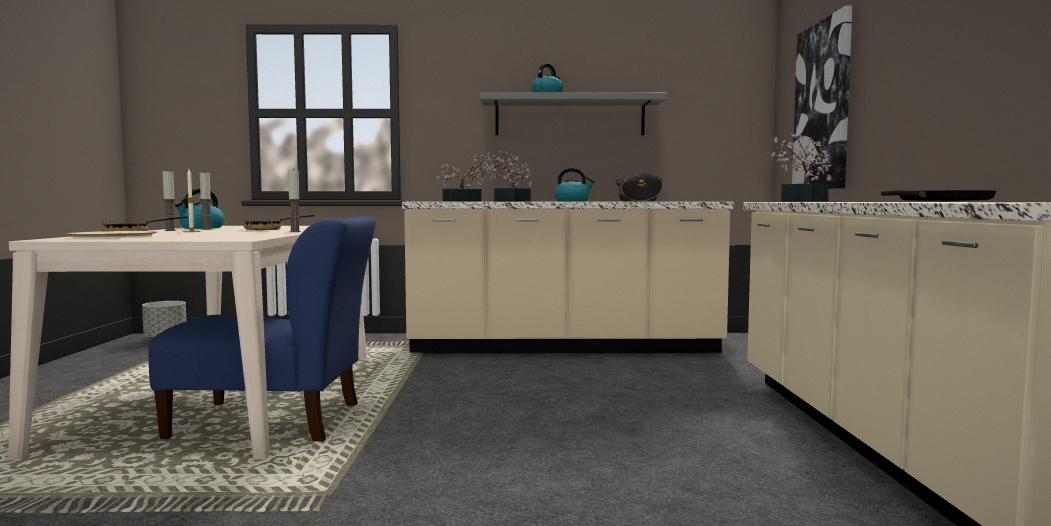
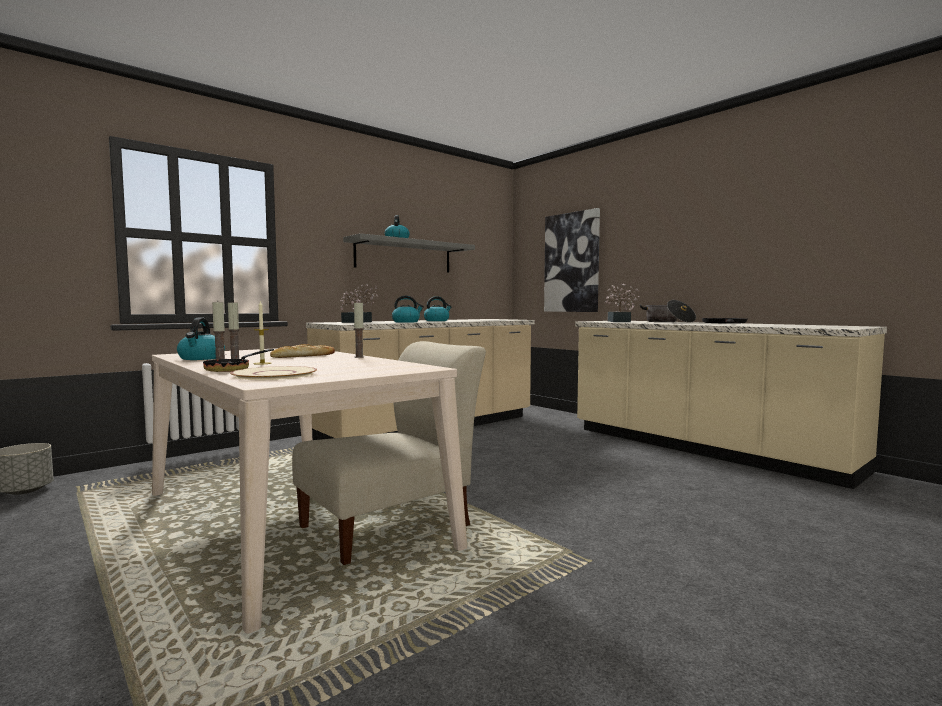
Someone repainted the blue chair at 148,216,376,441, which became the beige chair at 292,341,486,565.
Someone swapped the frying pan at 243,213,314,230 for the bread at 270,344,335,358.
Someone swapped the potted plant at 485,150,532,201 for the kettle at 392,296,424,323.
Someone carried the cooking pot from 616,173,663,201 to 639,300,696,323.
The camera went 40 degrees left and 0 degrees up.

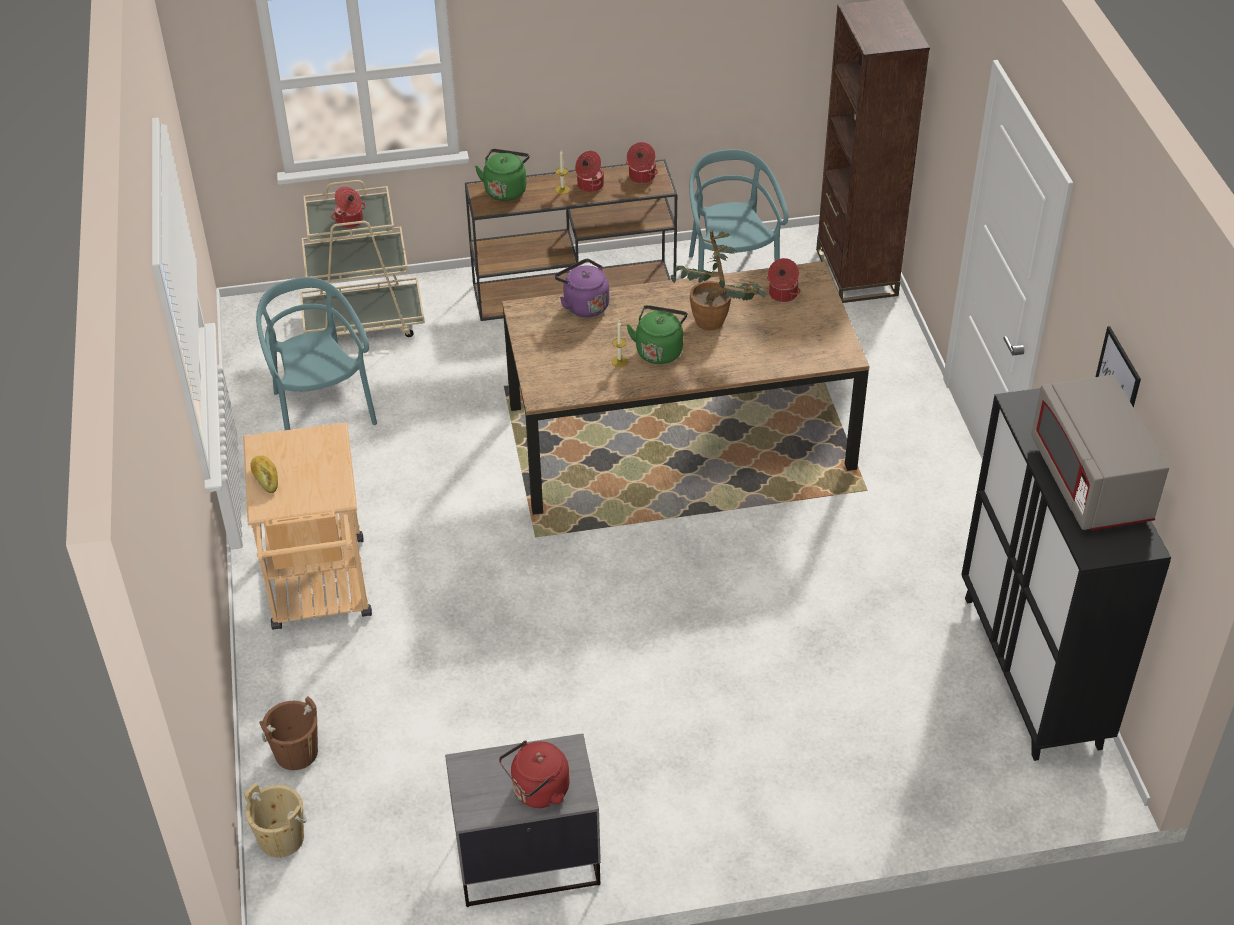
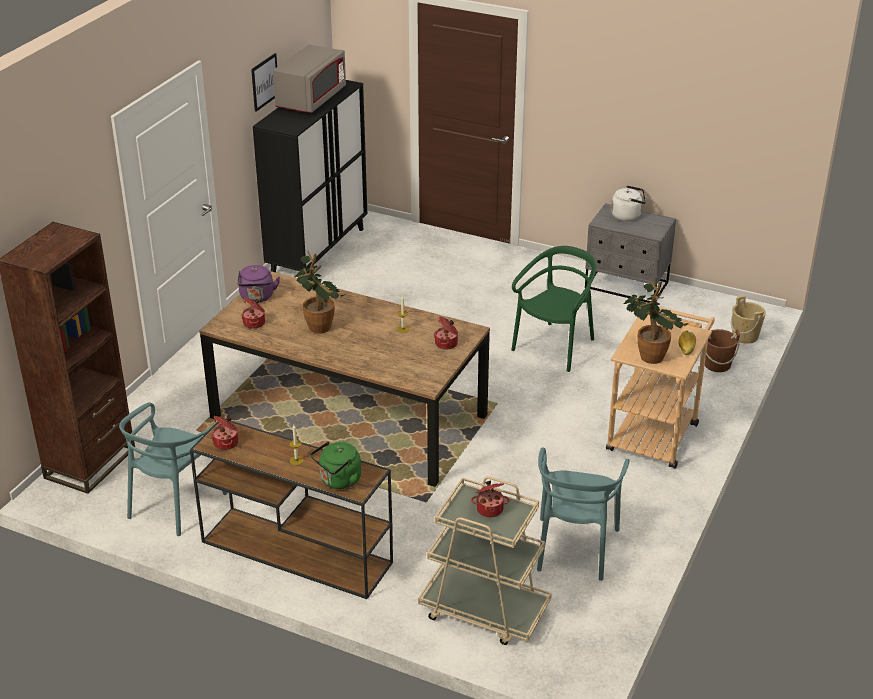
Someone repainted the red kettle at 499,740,569,808, which became the white kettle at 611,185,646,221.
Someone carried the purple kettle from 555,259,609,317 to 237,265,280,302.
Someone carried the cooking pot from 575,151,604,192 to 434,317,458,349.
Someone took away the green kettle at 626,305,687,364.
Someone put down the green chair at 511,246,596,372.
Someone put down the potted plant at 624,279,689,364.
The camera went 145 degrees left and 10 degrees down.

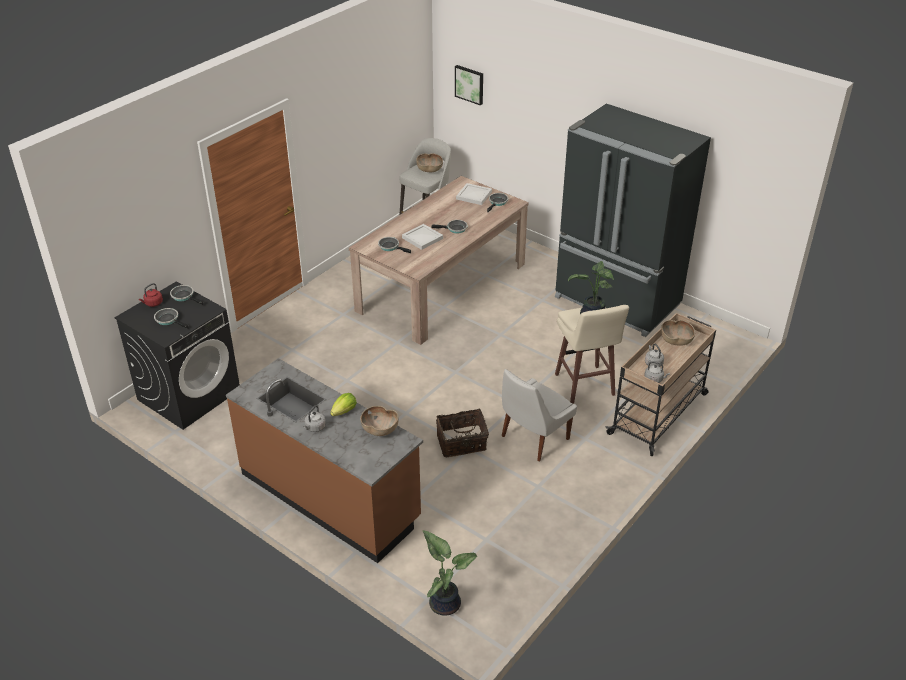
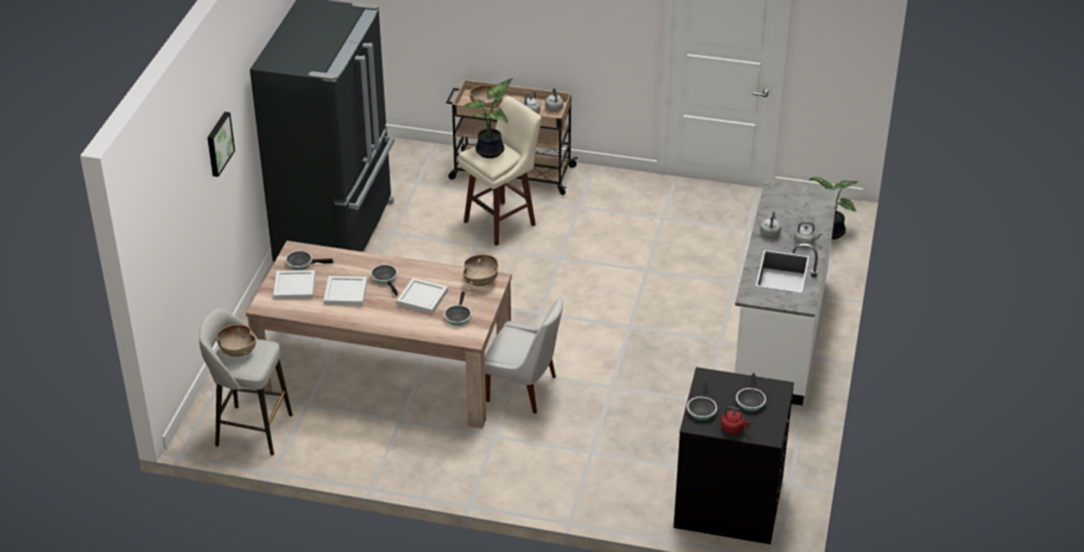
Someone repainted the brown counter at 226,358,423,563, which became the white counter at 735,180,838,405.
Someone swapped the lettuce at 330,393,357,416 for the grey kettle at 760,211,781,238.
Someone carried the brown bowl from 360,406,399,436 to 463,254,498,286.
Someone took away the basket at 436,409,489,457.
Someone carried the picture from 455,65,483,105 to 207,112,235,177.
Someone carried the white chair from 502,369,577,462 to 485,297,563,414.
Someone put down the white tray at 324,276,367,306.
The camera went 115 degrees left and 0 degrees up.

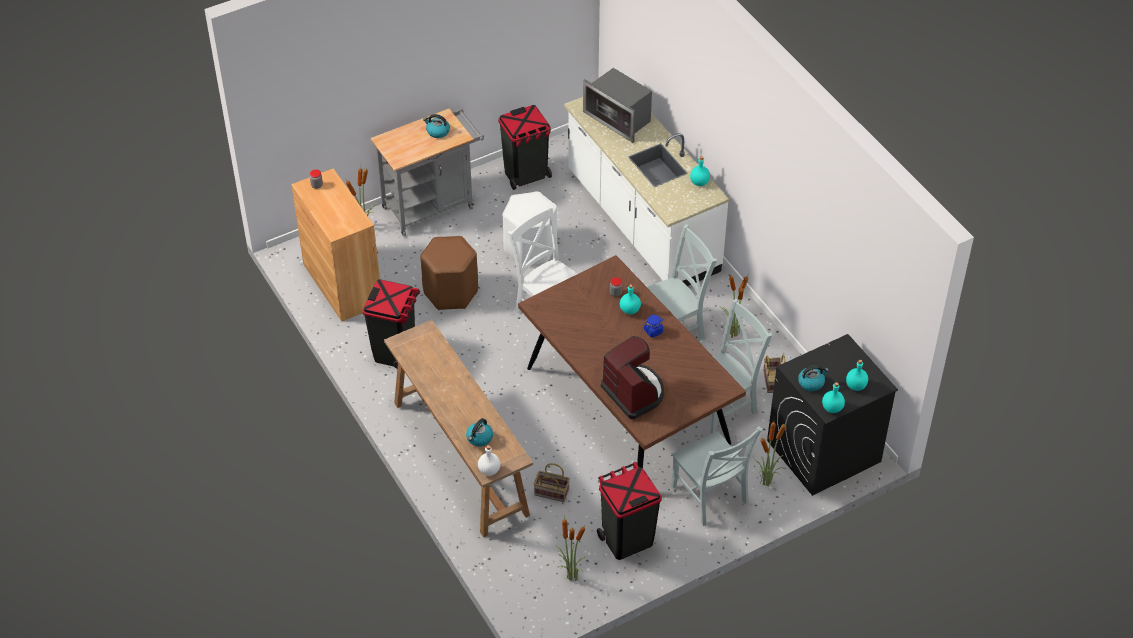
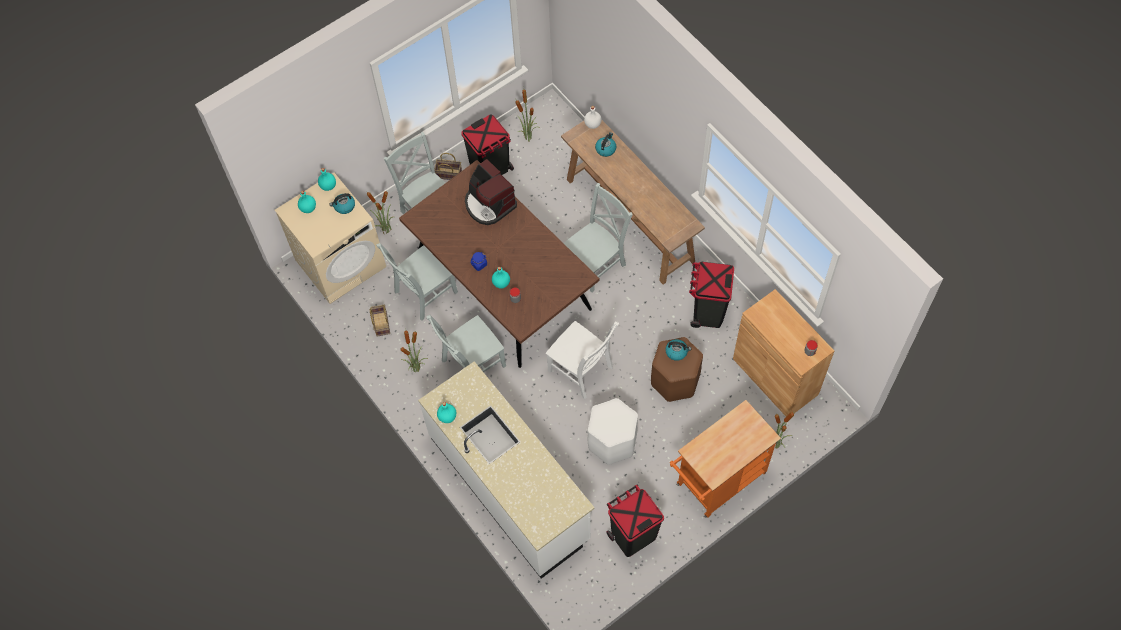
Someone repainted the grey cart at 371,108,484,236, which became the orange cart at 670,400,781,518.
Someone carried the kettle from 423,114,450,138 to 666,339,692,361.
Someone carried the basket from 534,463,570,502 to 434,153,462,180.
Someone took away the microwave at 583,68,652,143.
Someone repainted the black washing machine at 767,334,898,496, which became the beige washing machine at 275,173,386,304.
Someone put down the grey chair at 564,183,633,292.
The camera went 175 degrees right and 15 degrees up.

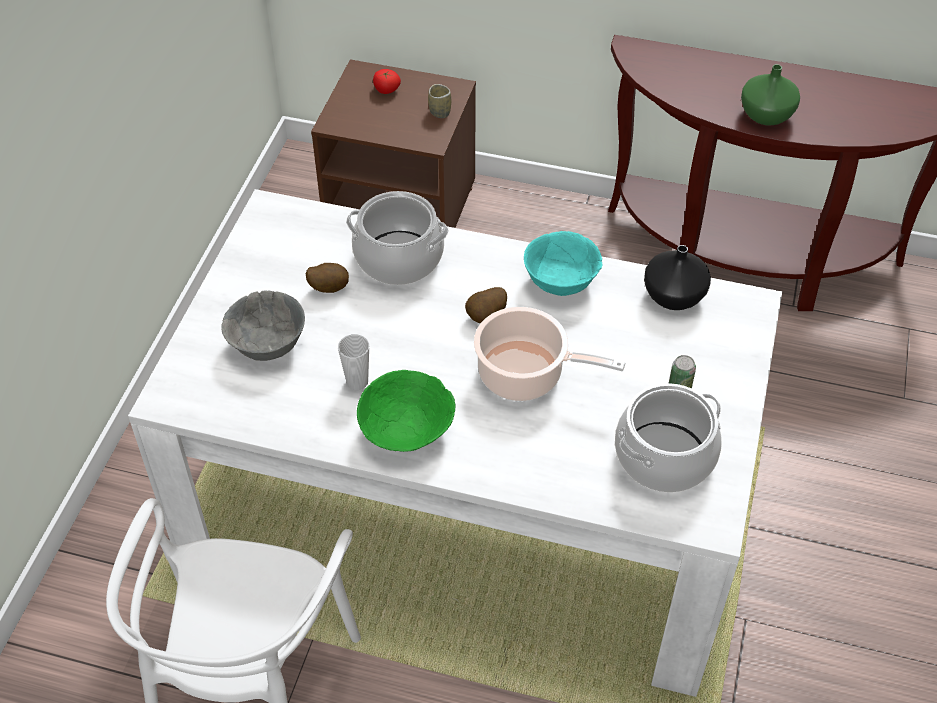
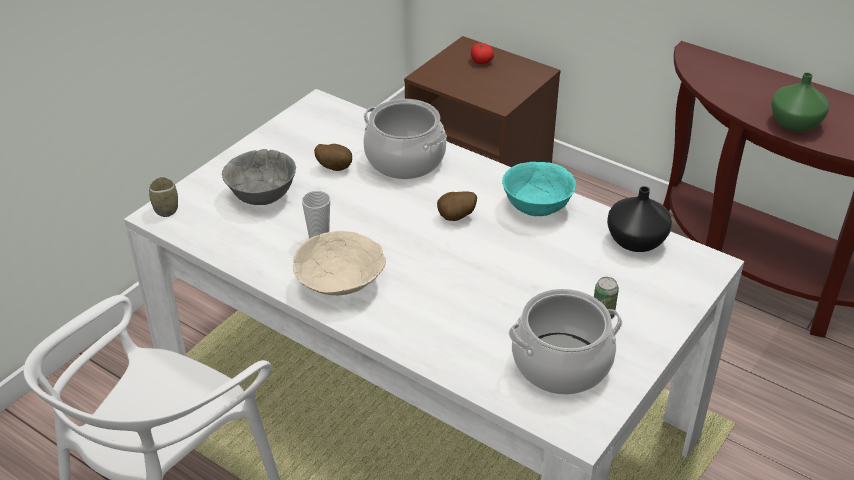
Someone repainted the green bowl at 357,370,455,452, which became the beige bowl at 293,231,386,295.
Someone carried the cup from 428,84,451,118 to 149,176,178,217.
Someone took away the cooking pot at 474,307,625,401.
The camera went 20 degrees right and 10 degrees down.

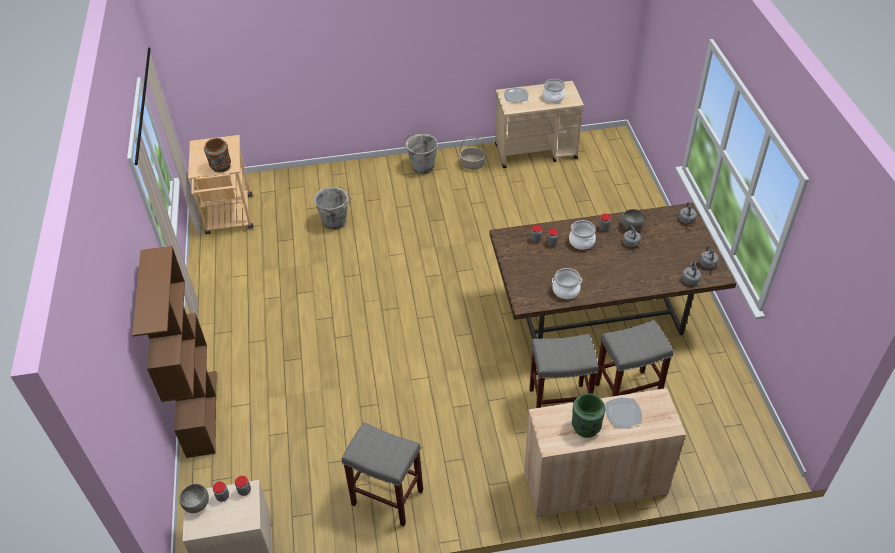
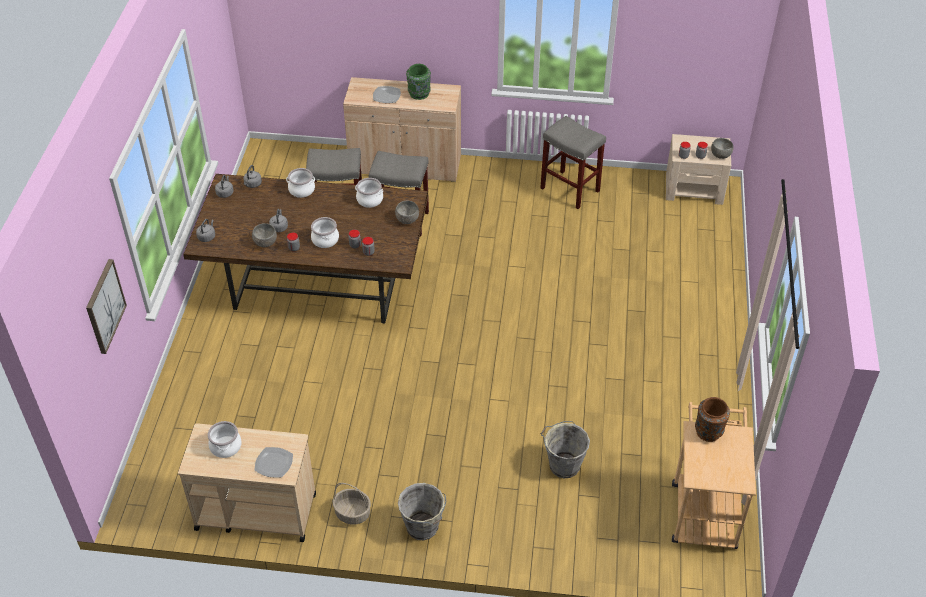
Someone took away the brown bookcase at 132,246,217,458.
Someone put up the picture at 86,259,127,354.
Someone put down the cooking pot at 286,168,315,198.
Someone put down the grey bowl at 395,201,419,224.
The camera went 165 degrees left and 0 degrees up.

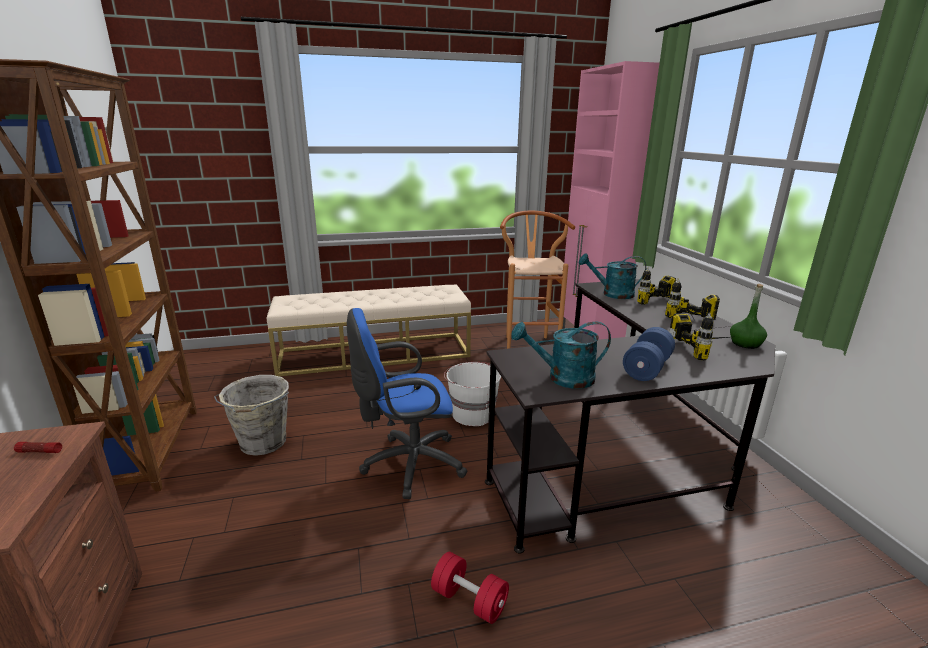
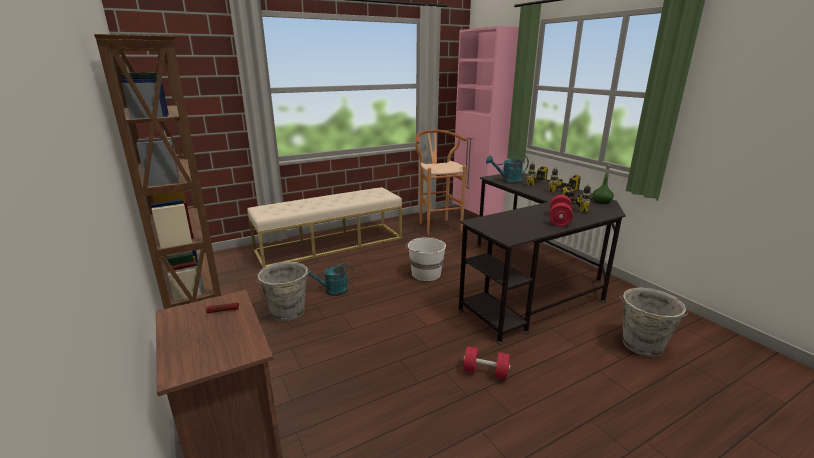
Someone took away the blue office chair at 347,308,467,499.
Someone carried the turquoise watering can from 511,322,611,389 to 306,262,353,296.
Someone repainted the blue dumbbell at 623,327,675,381, which became the red dumbbell at 549,195,573,226.
Someone put down the grey bucket at 620,287,688,357.
The camera went 15 degrees left and 0 degrees up.

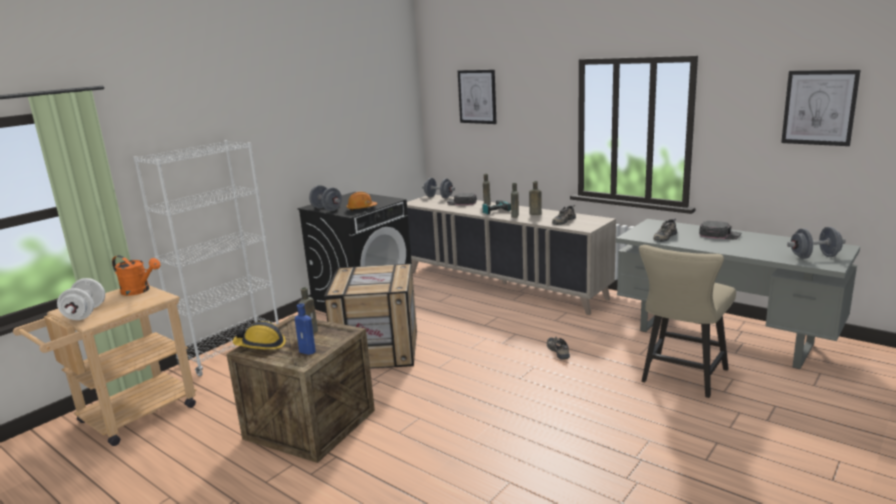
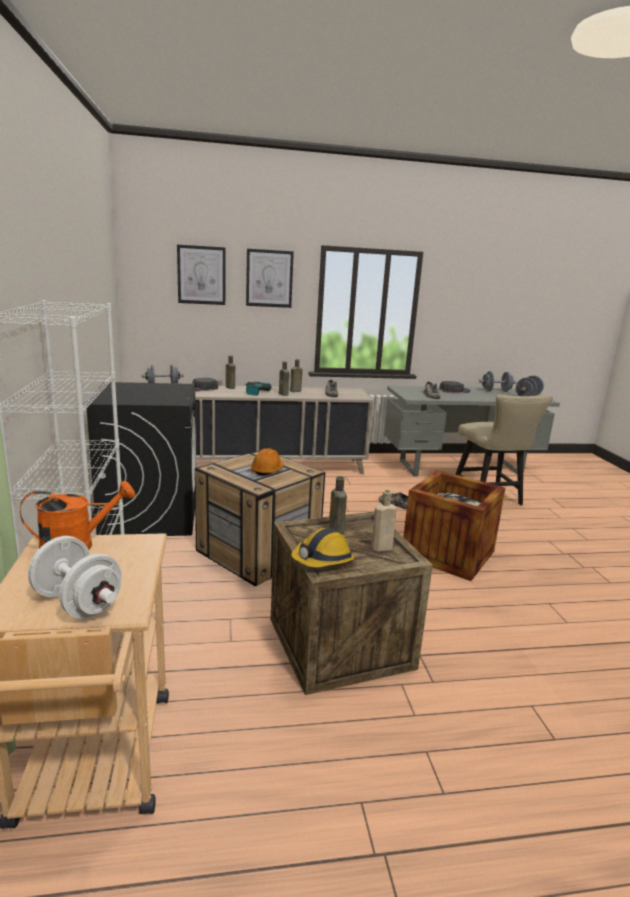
Someone repainted the blue bottle at 295,303,316,355, which became the beige bottle at 371,490,397,552.
Someone carried the grey dumbbell from 309,185,342,211 to 479,371,516,392.
Someone carried the orange hard hat from 346,192,377,211 to 251,448,284,476.
Someone carried the picture from 781,70,861,146 to 246,249,294,308.
Someone put down the crate at 403,470,505,581.
The camera went 50 degrees left and 0 degrees up.

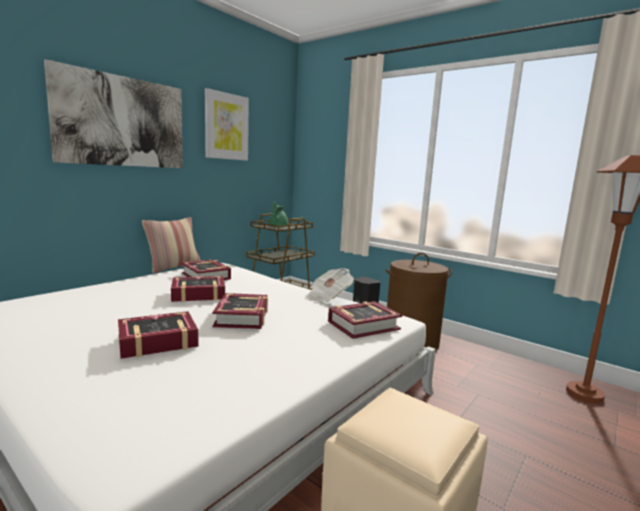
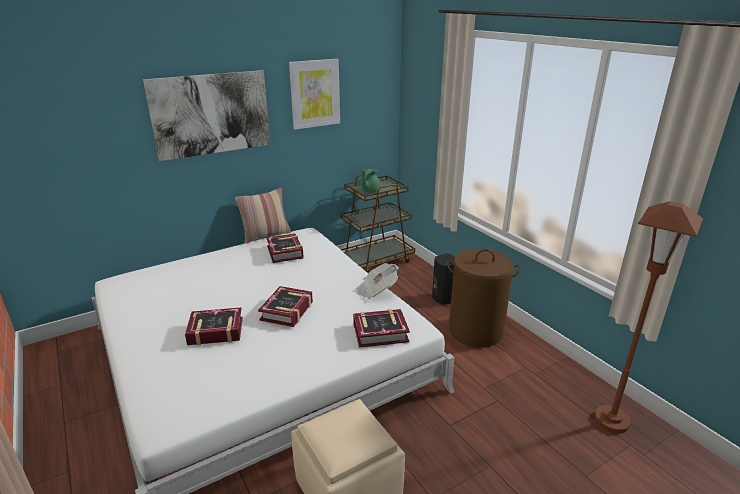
Someone took away the book at 171,276,225,302.
The camera went 20 degrees right and 15 degrees up.

